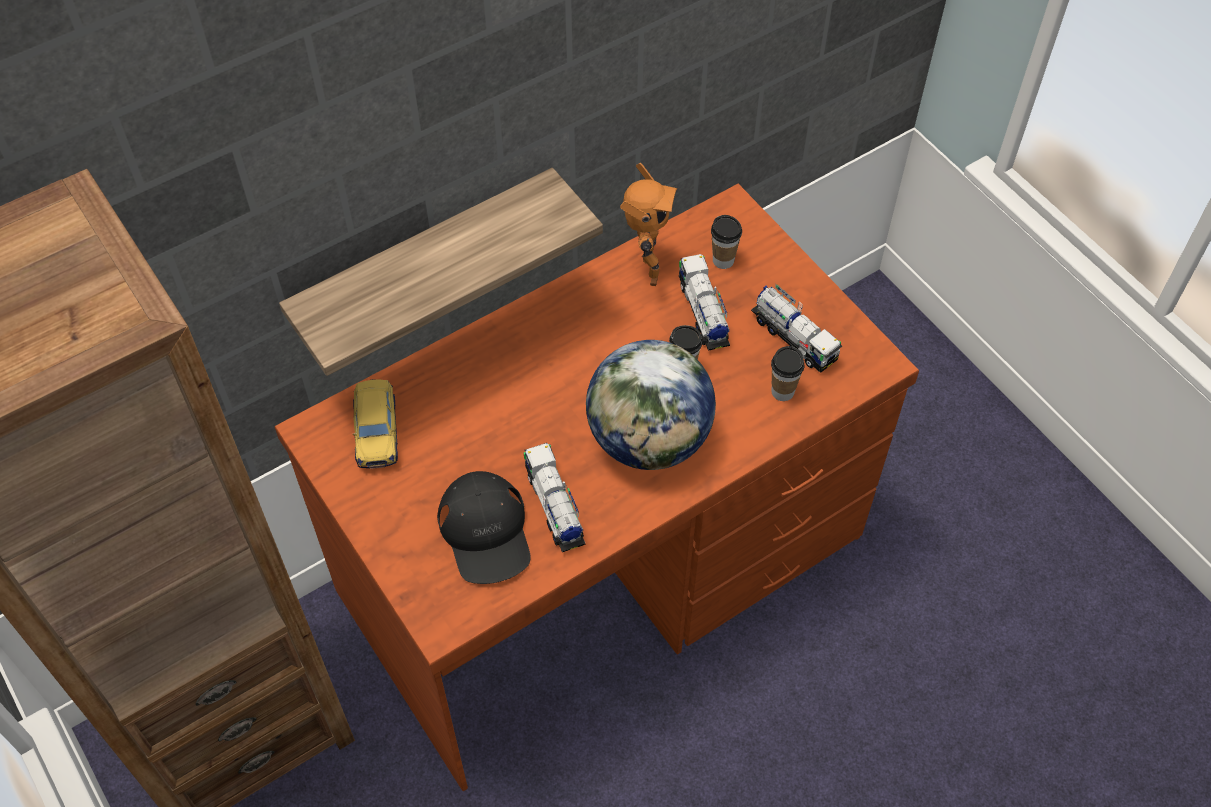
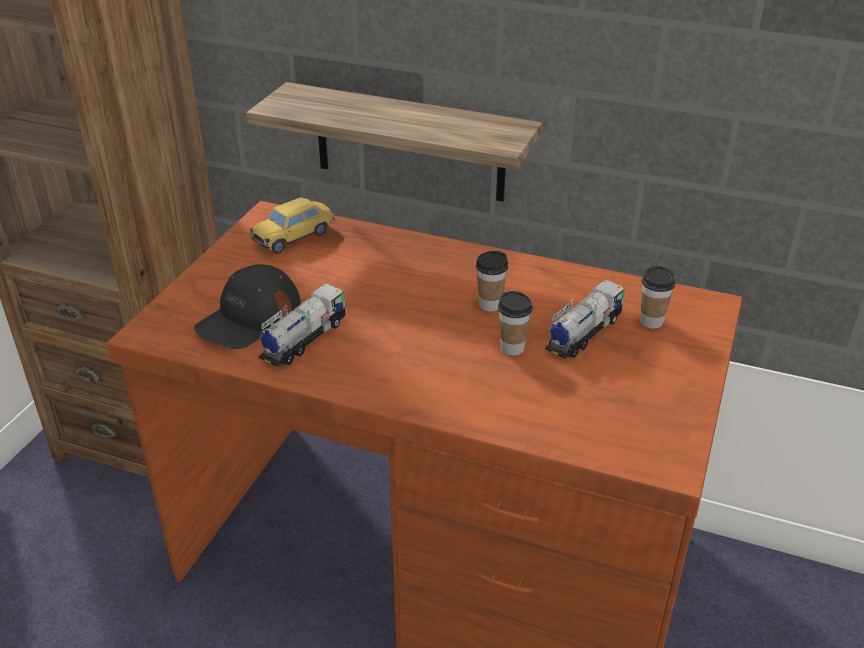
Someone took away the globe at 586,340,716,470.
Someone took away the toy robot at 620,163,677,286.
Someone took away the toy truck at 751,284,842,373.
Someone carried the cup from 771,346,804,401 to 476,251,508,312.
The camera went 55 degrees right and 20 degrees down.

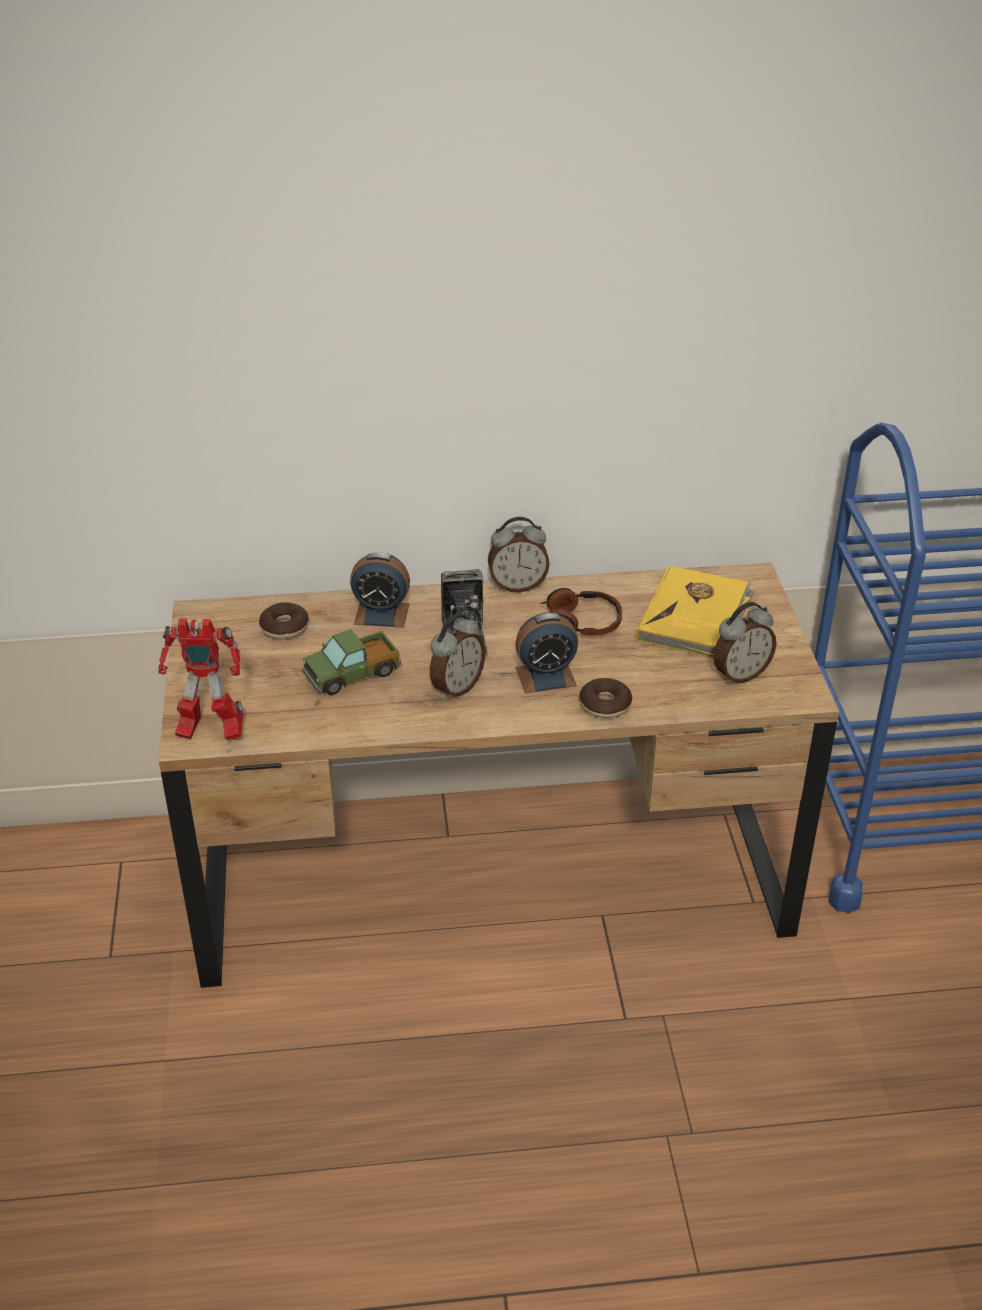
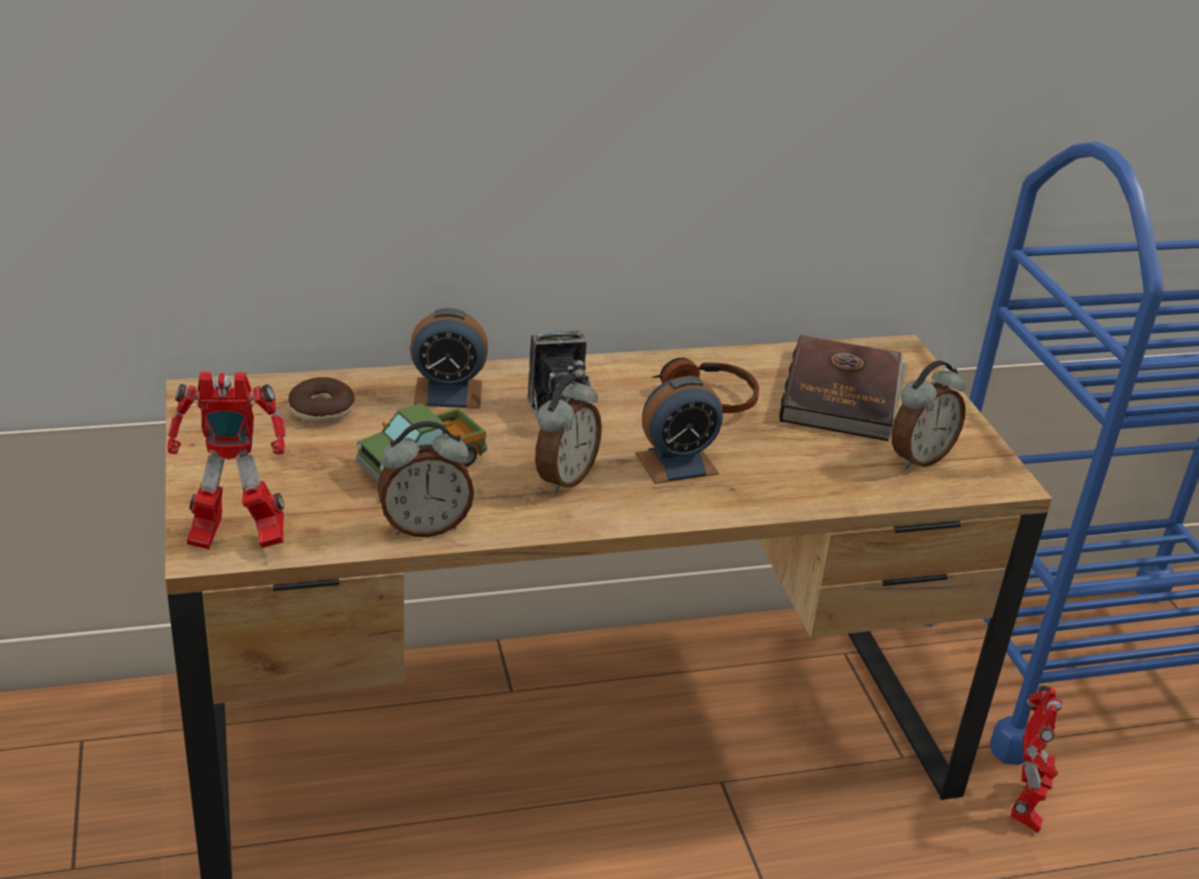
Someone carried the alarm clock from 488,517,550,592 to 378,421,474,537.
Someone took away the donut at 579,678,632,718.
Someone repainted the yellow book at 636,565,755,658, which became the brown book at 779,335,908,441.
Someone put down the toy robot at 1010,685,1062,833.
The camera went 10 degrees left and 5 degrees down.

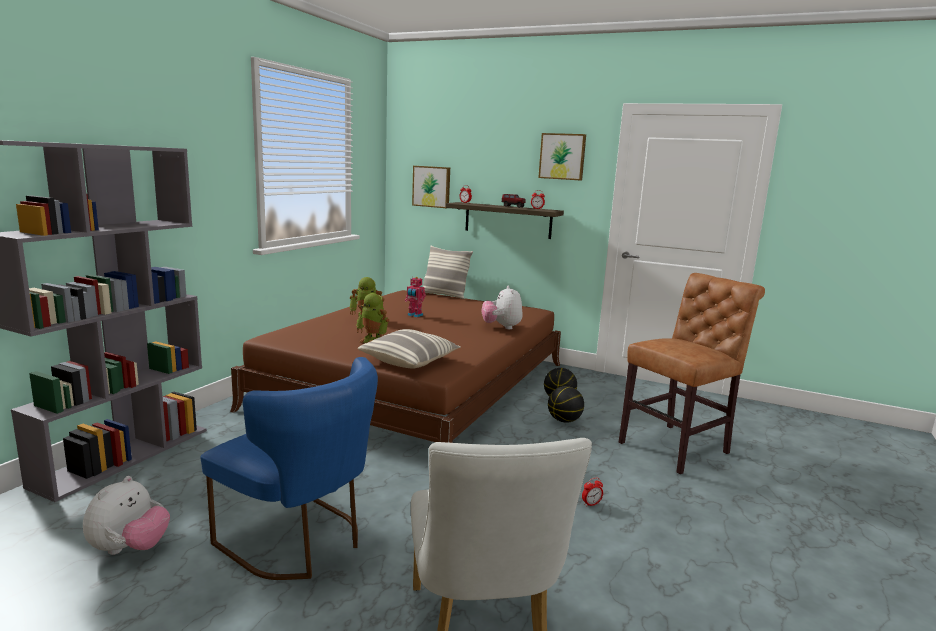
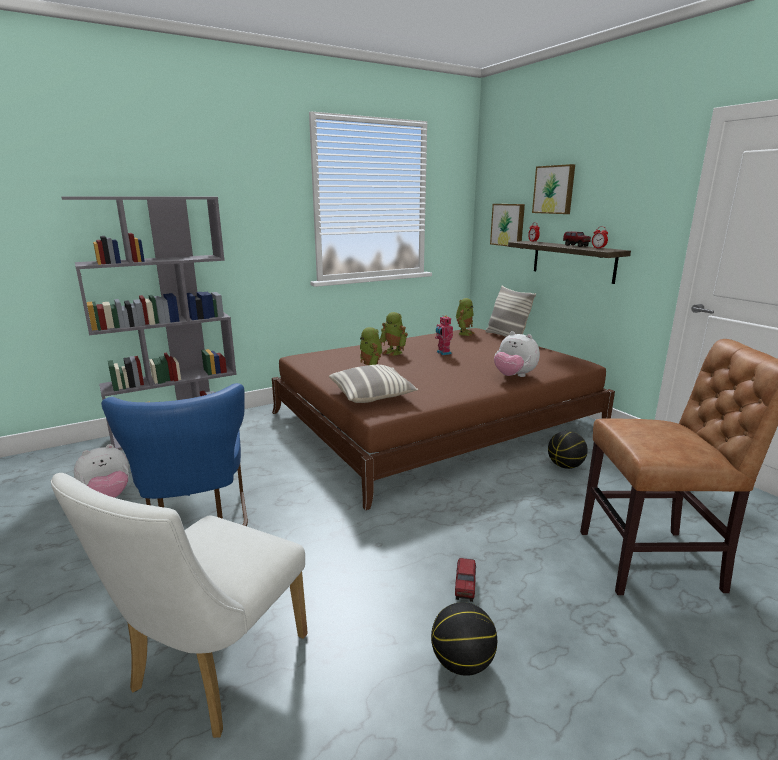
Someone rotated the plush toy at 481,286,523,329 by 75 degrees counterclockwise.
Someone carried the picture from 538,133,586,180 to 532,164,575,214.
Someone carried the basketball from 548,386,584,423 to 431,602,497,676.
Someone swapped the alarm clock at 582,478,603,507 for the toy truck at 455,558,476,602.
Someone put down the toy robot at 456,298,475,336.
The camera went 35 degrees right and 5 degrees up.

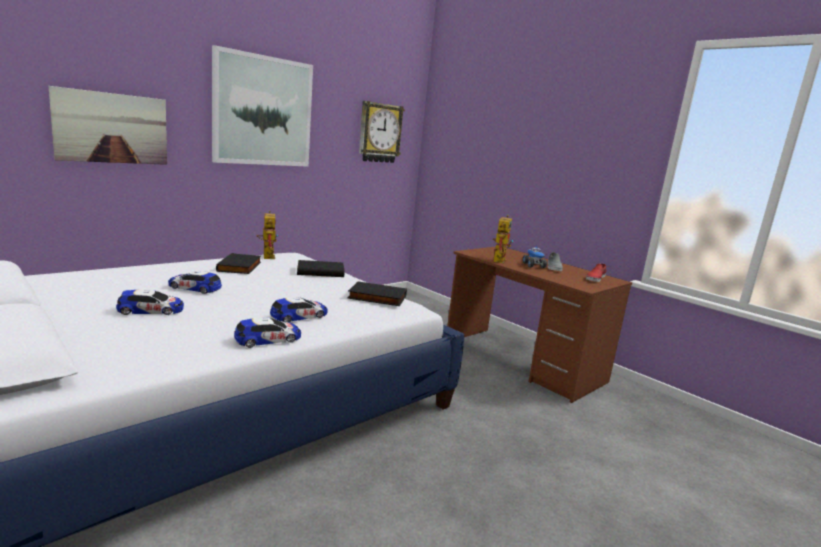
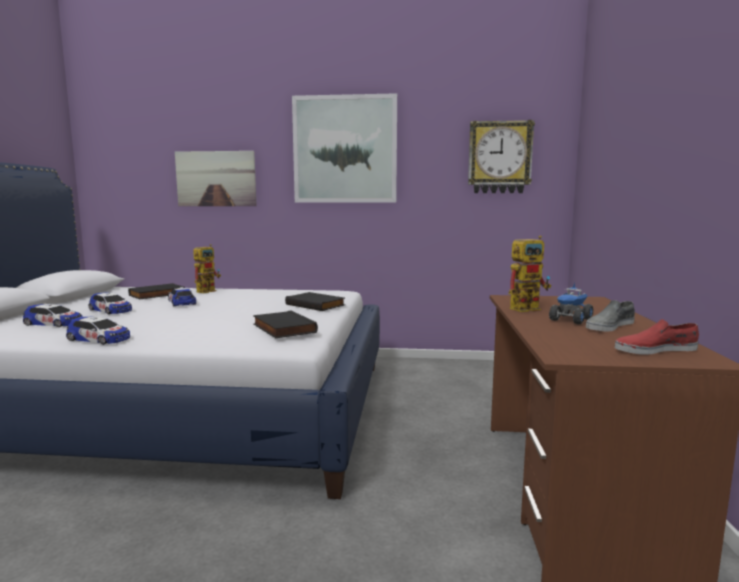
Someone carried the black book from 216,253,261,274 to 128,283,185,299.
Someone carried the toy robot from 257,211,278,259 to 193,244,221,293.
Someone carried the toy car from 270,297,328,322 to 23,304,83,327.
The camera went 50 degrees right and 5 degrees down.

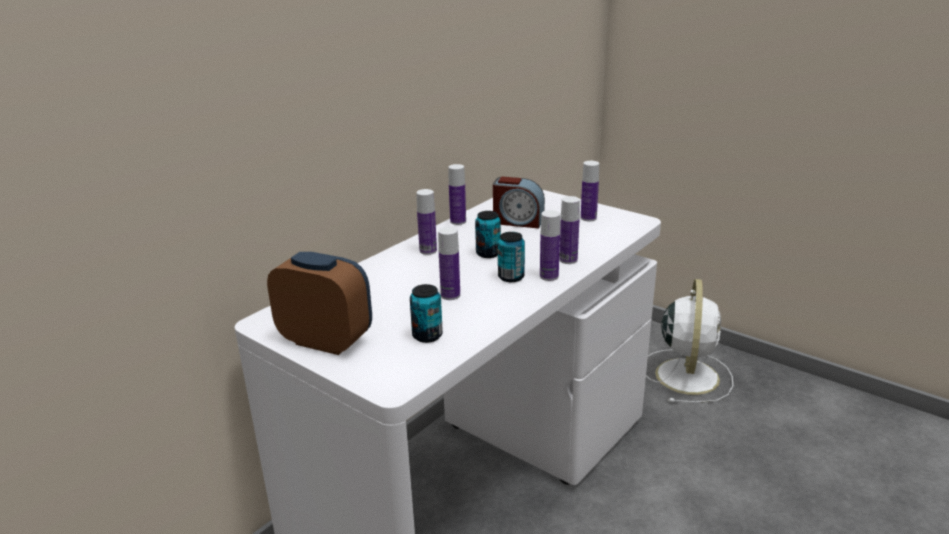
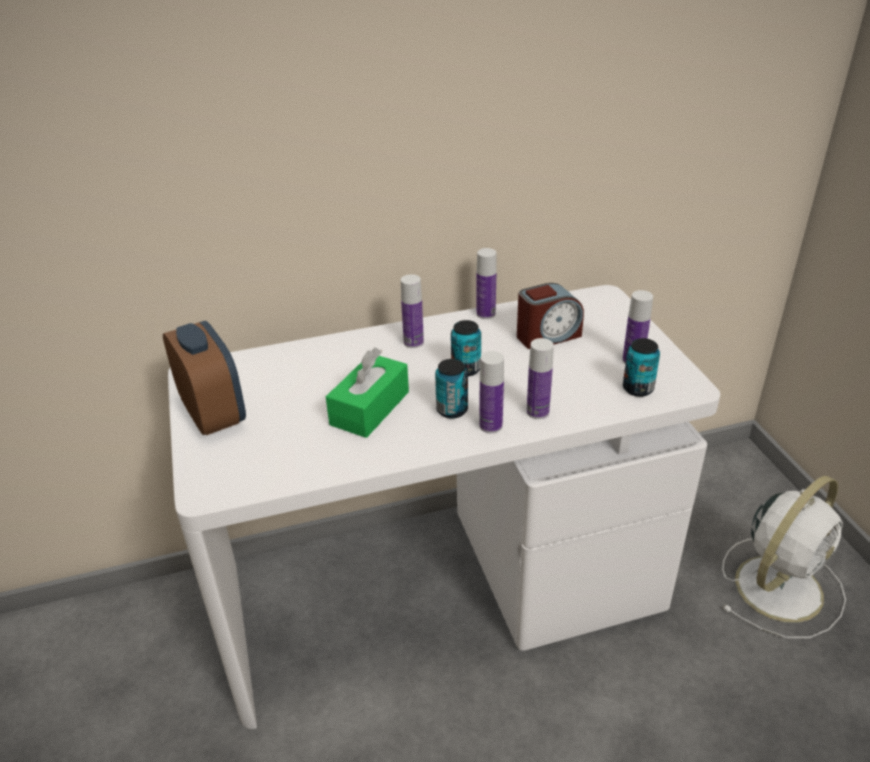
Someone carried the can from 410,284,443,343 to 623,338,660,397.
Someone swapped the bottle at 438,227,460,300 for the green tissue box at 326,348,409,438.
Someone rotated the alarm clock at 493,177,545,229 by 75 degrees counterclockwise.
The camera went 35 degrees right and 10 degrees up.

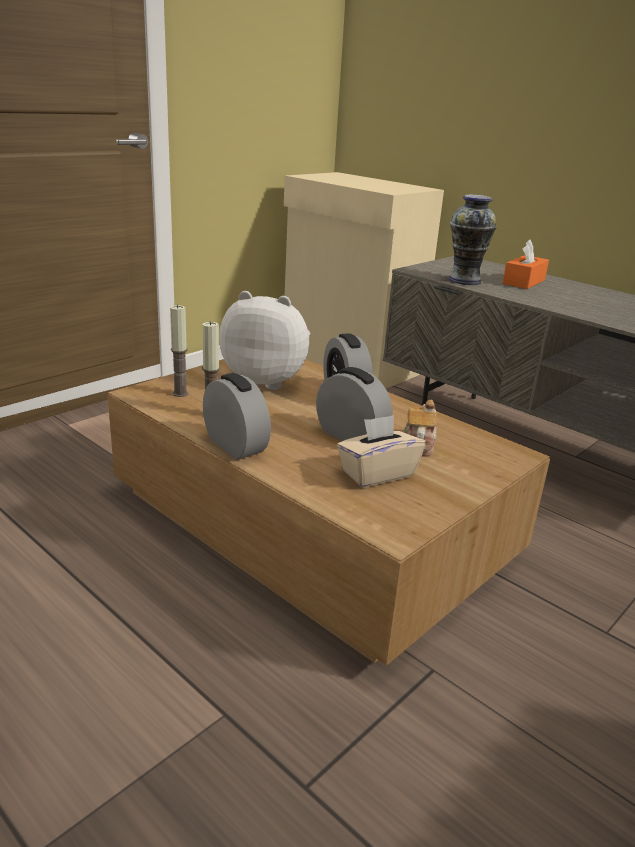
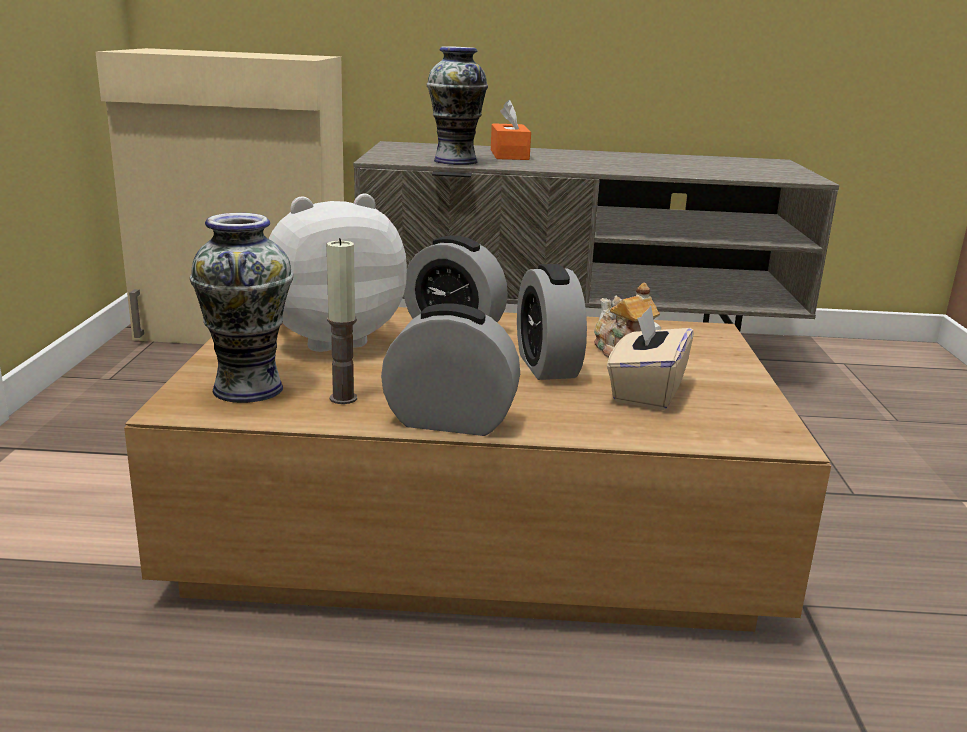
Someone swapped the candle at 170,304,188,397 for the vase at 190,213,293,403.
Someone rotated the alarm clock at 316,367,393,441 by 105 degrees counterclockwise.
The camera went 40 degrees left and 5 degrees down.

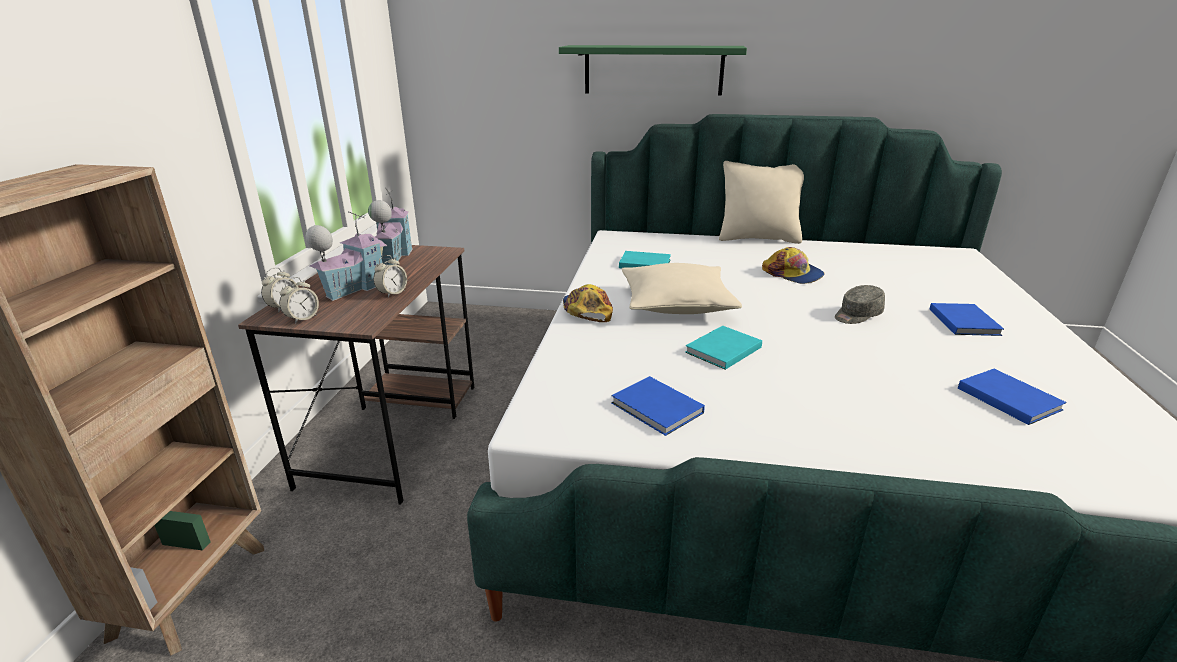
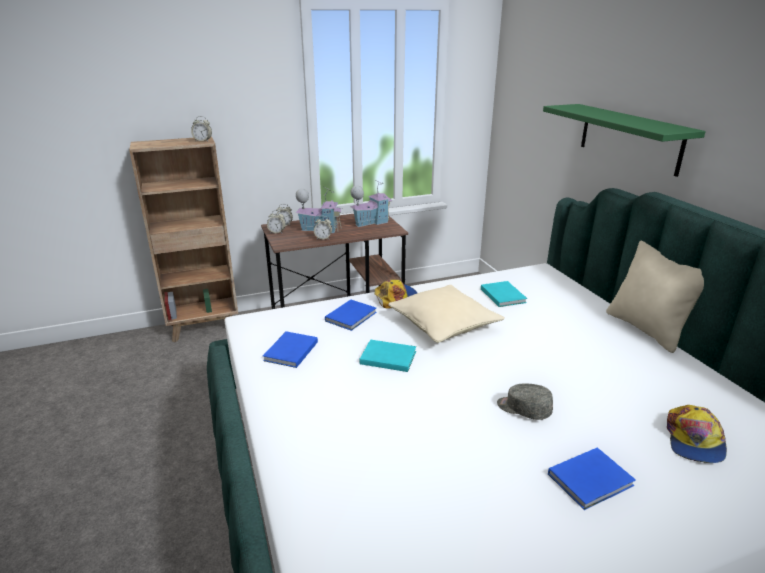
Someone carried the cap from 762,247,824,284 to 667,405,727,463.
Someone carried the blue book from 958,369,1067,425 to 325,300,377,331.
Someone put down the alarm clock at 191,116,212,141.
The camera went 60 degrees right and 0 degrees up.

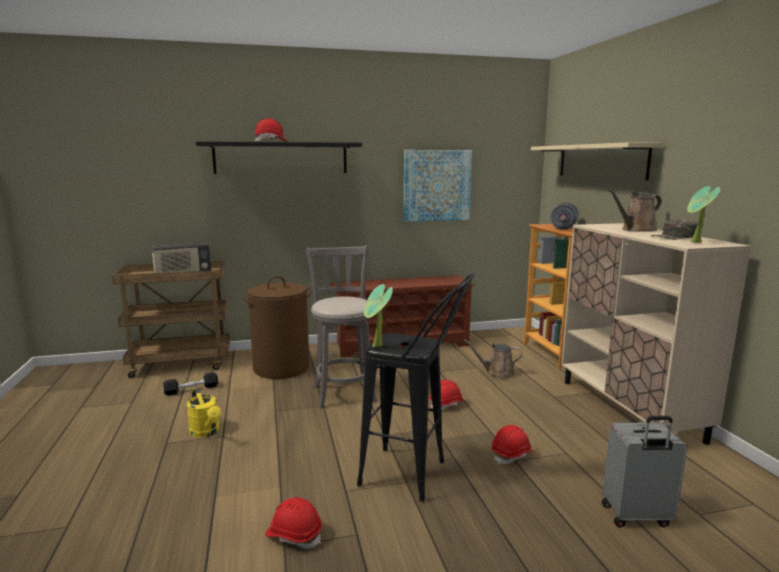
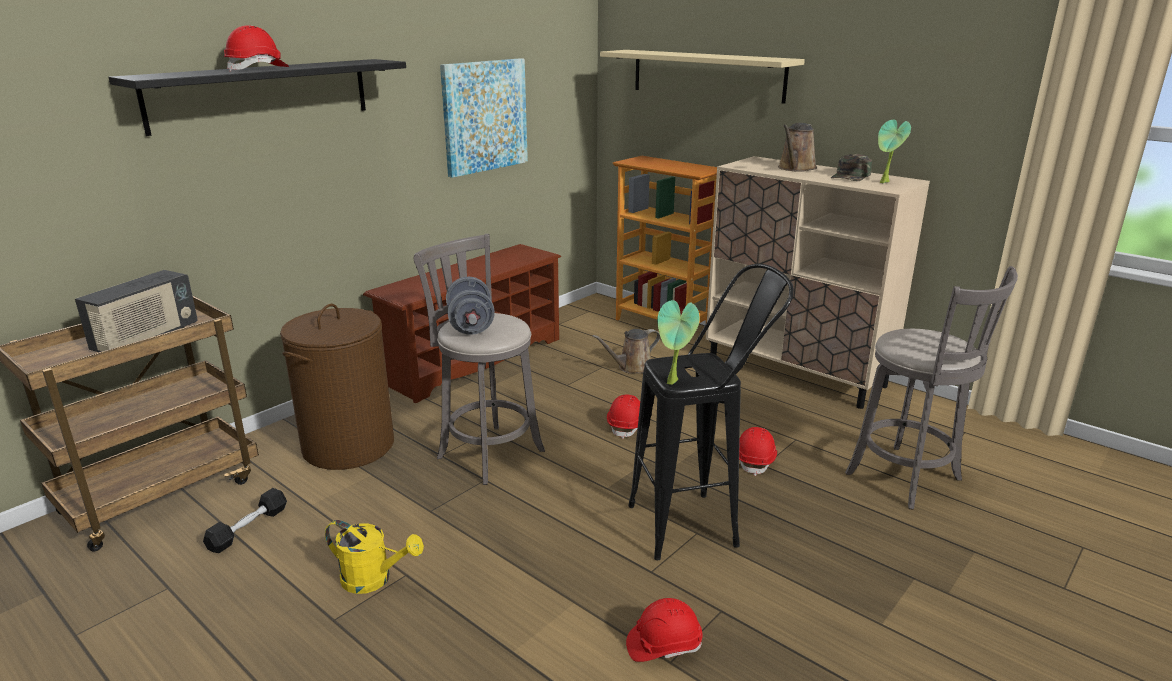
Someone carried the grey dumbbell from 551,202,579,230 to 446,277,495,335.
Someone swapped the grey suitcase at 602,416,687,528 for the grey stool at 845,266,1018,510.
The camera went 35 degrees left and 10 degrees up.

